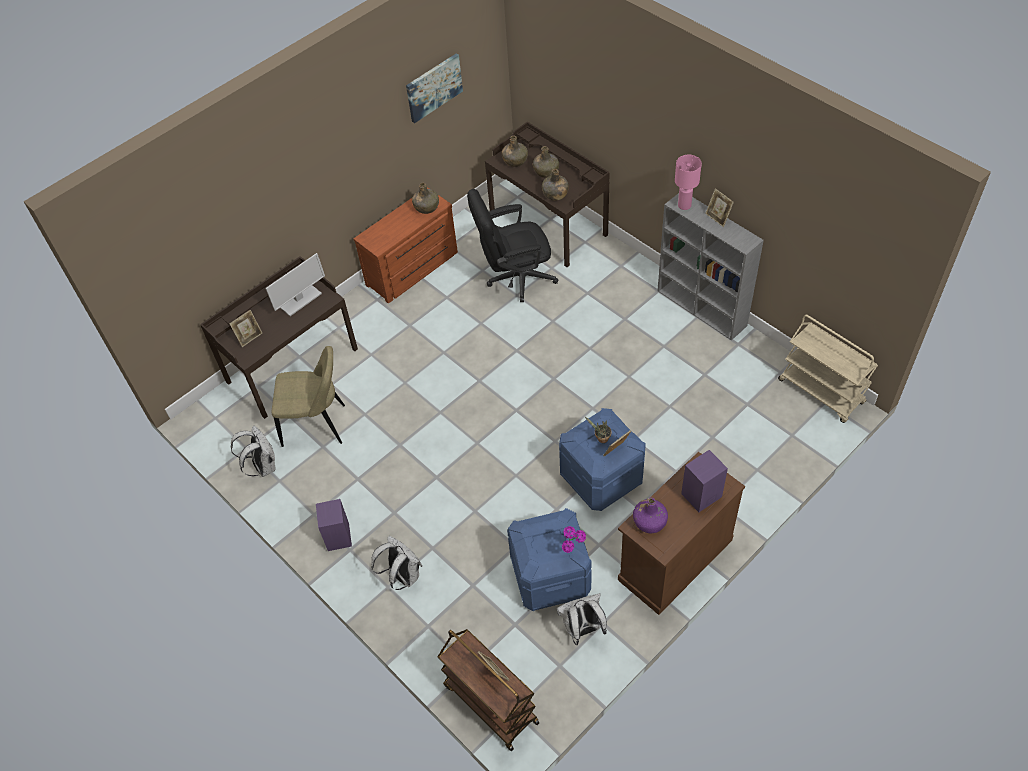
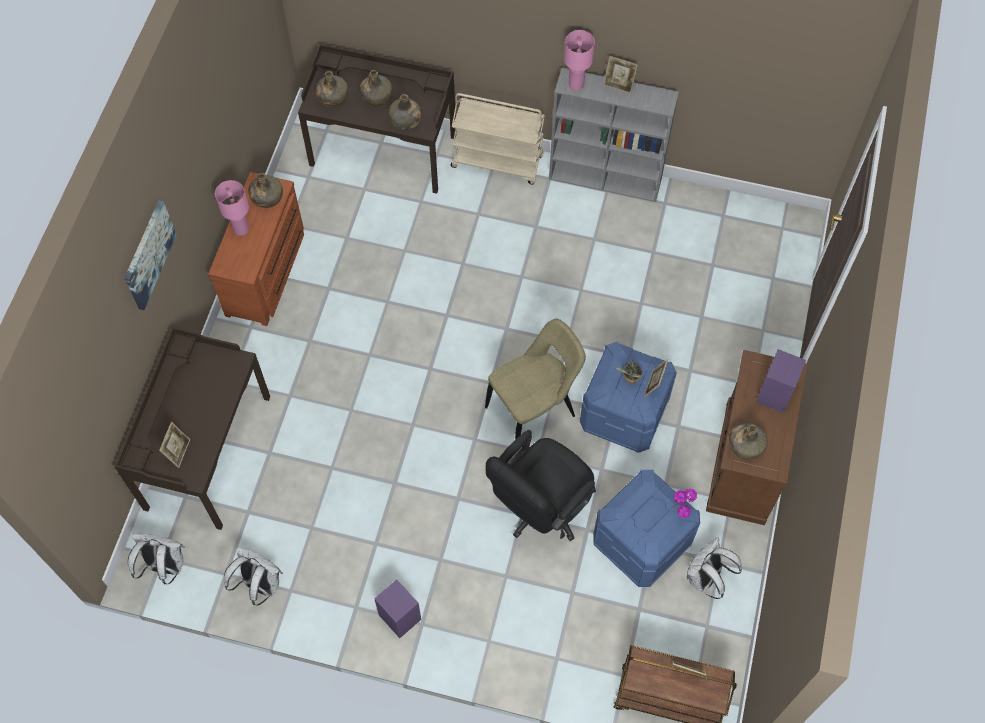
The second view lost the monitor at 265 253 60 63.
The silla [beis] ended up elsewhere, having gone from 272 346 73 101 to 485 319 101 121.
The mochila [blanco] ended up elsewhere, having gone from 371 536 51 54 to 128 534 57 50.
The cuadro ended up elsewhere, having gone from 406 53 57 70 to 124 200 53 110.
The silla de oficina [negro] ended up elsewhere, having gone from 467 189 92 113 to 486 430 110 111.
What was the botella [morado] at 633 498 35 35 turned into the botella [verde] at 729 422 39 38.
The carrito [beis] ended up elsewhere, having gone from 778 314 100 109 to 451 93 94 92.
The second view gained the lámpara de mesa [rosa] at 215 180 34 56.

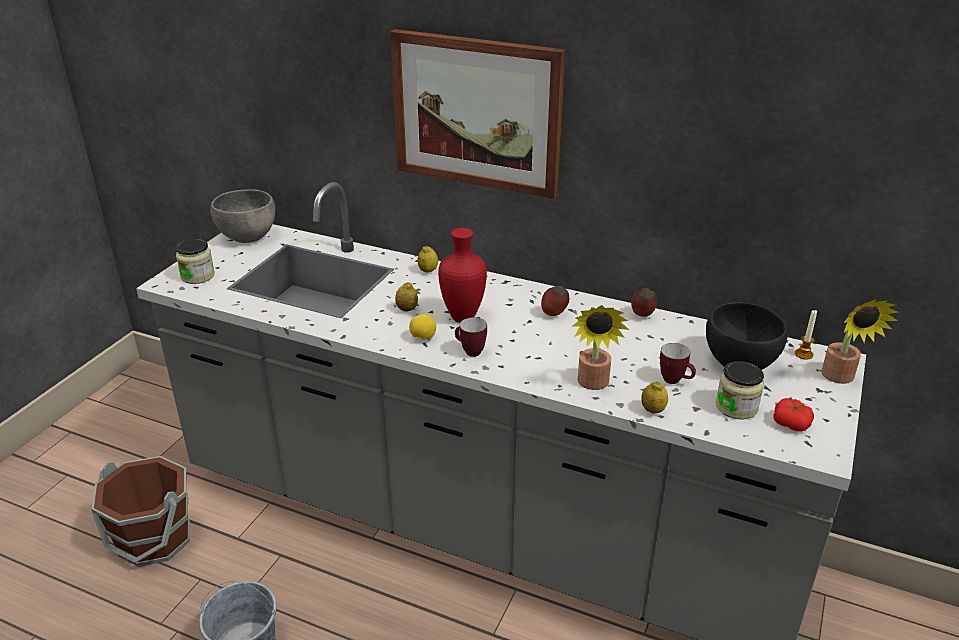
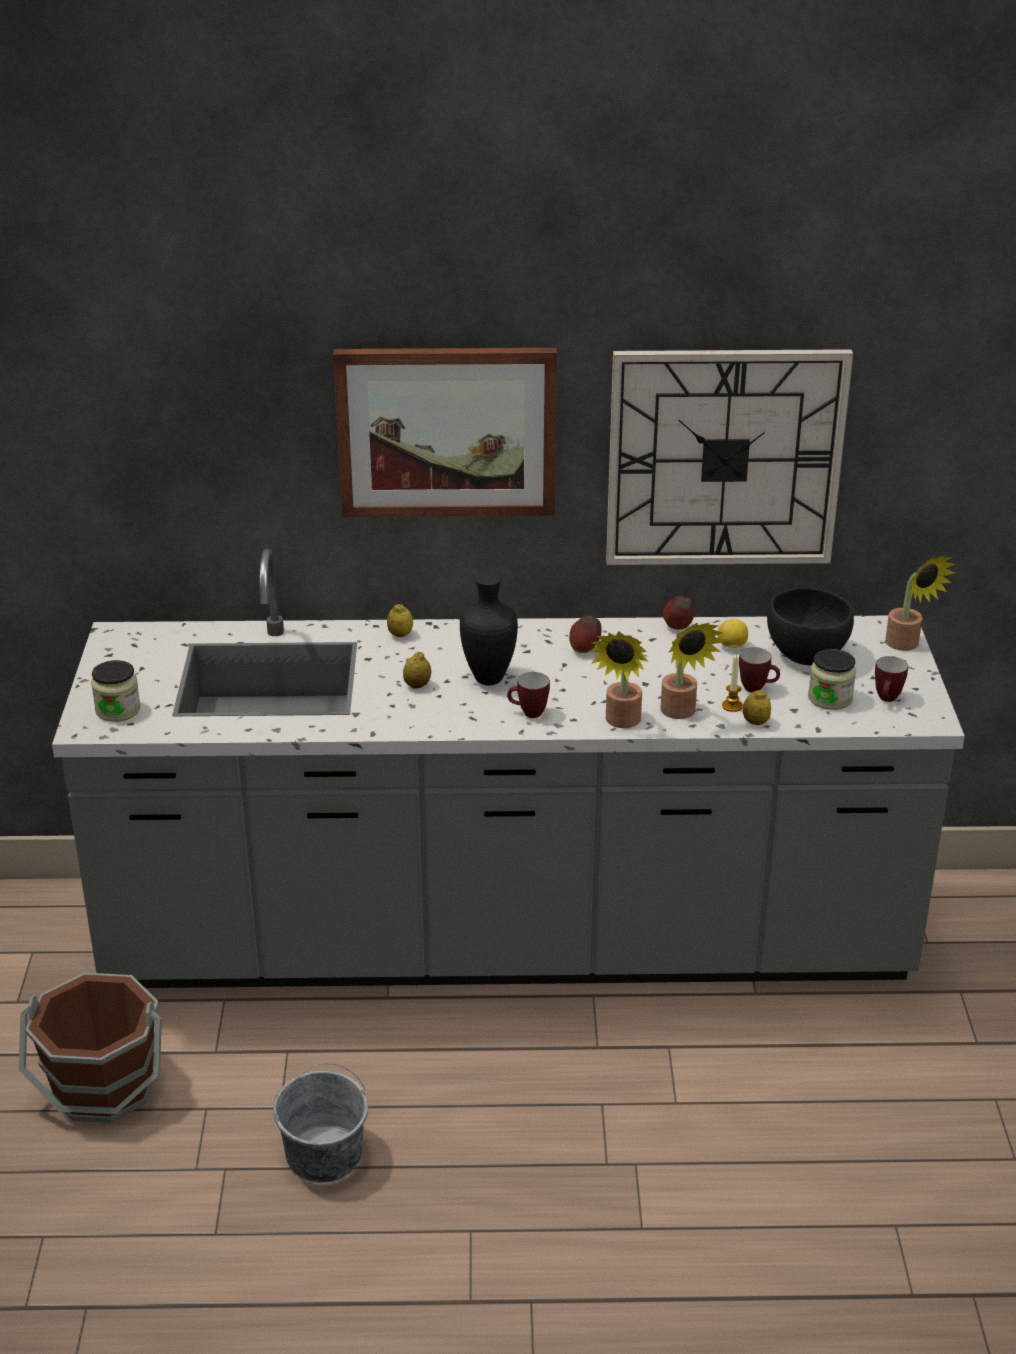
The second view lost the cuenco [gris] at 210 189 65 54.
The limón ended up elsewhere, having gone from 409 314 27 26 to 718 619 30 29.
What was the florero [rojo] at 438 228 49 95 turned into the florero [negro] at 460 572 58 113.
Where the tomate stood at 773 398 41 34, the taza grande came to stand at 875 656 33 46.
The vela ended up elsewhere, having gone from 795 310 22 50 to 722 654 21 58.
The second view gained the planta en maceta at 589 632 59 96.
The second view gained the reloj de pared at 606 349 247 216.

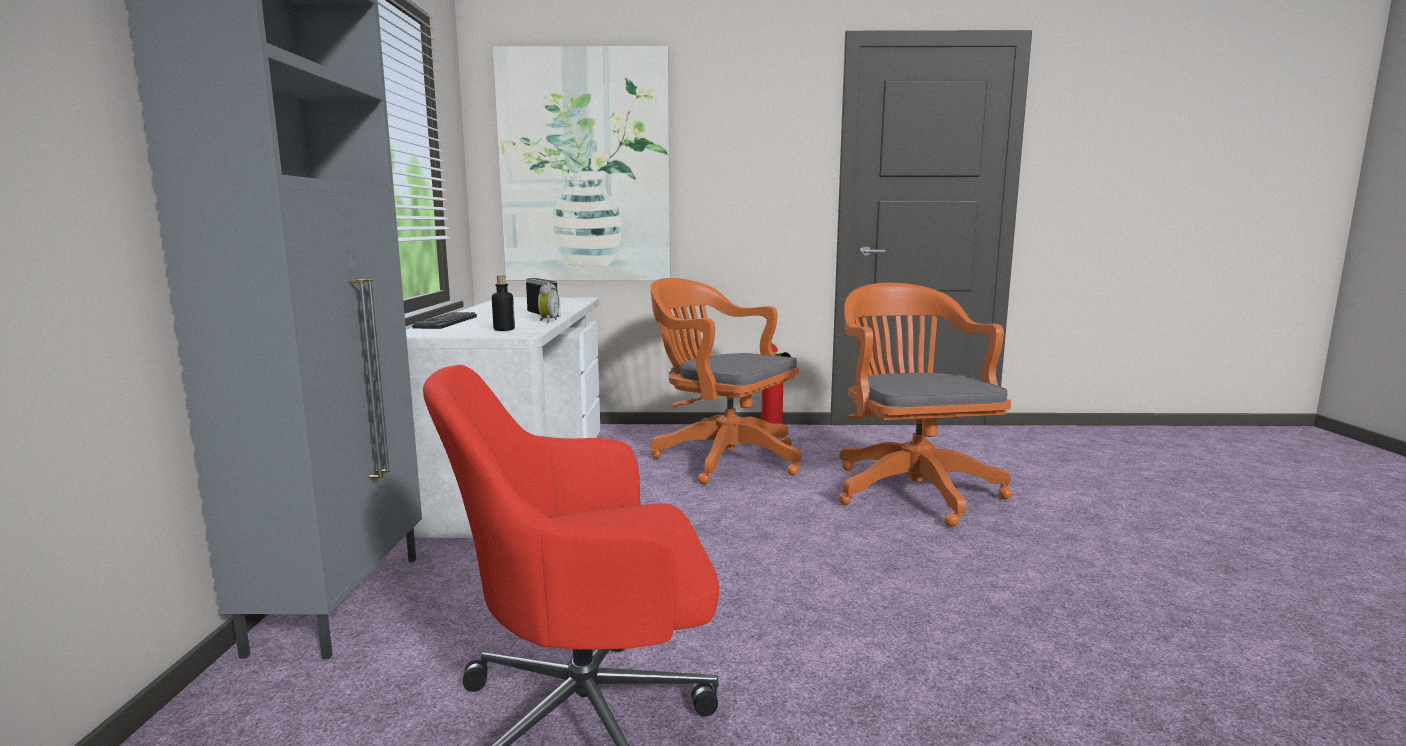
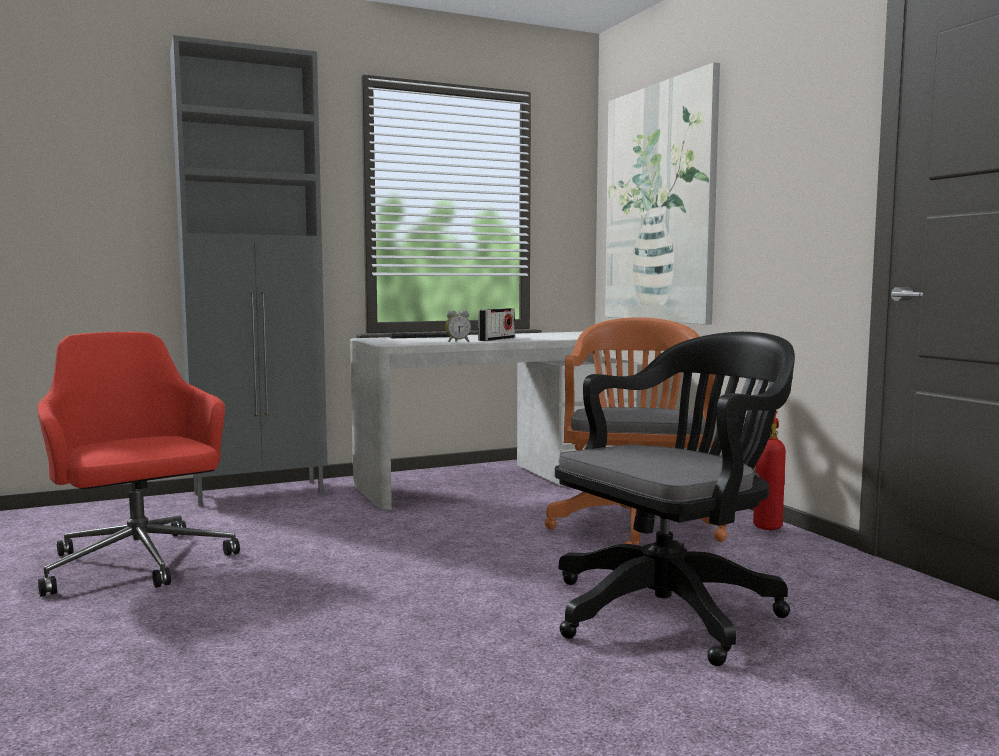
The second view lost the botella at 492 276 23 55.
What was the silla de oficina [naranja] at 839 283 173 244 turned into the silla de oficina [negro] at 555 332 240 334.

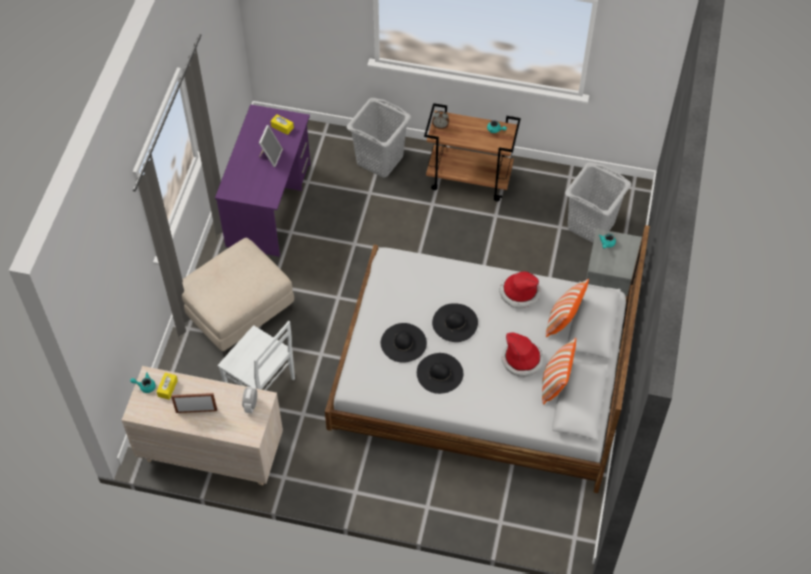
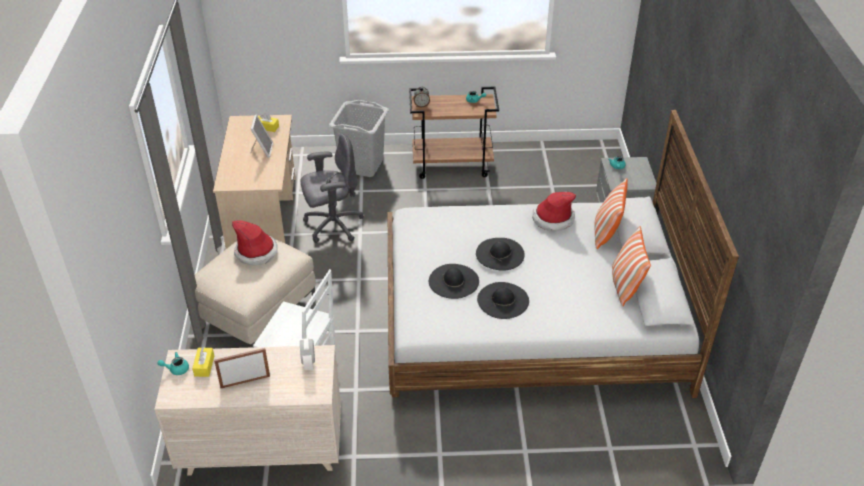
What was the escritorio [morado] at 215 104 96 153 turned into the escritorio [beis] at 213 115 83 134.
The sombrero ended up elsewhere, having gone from 501 332 43 45 to 232 220 46 46.
The second view lost the cesto de la ropa [gris] at 565 162 66 81.
The second view gained the silla de oficina [gris] at 300 134 64 109.

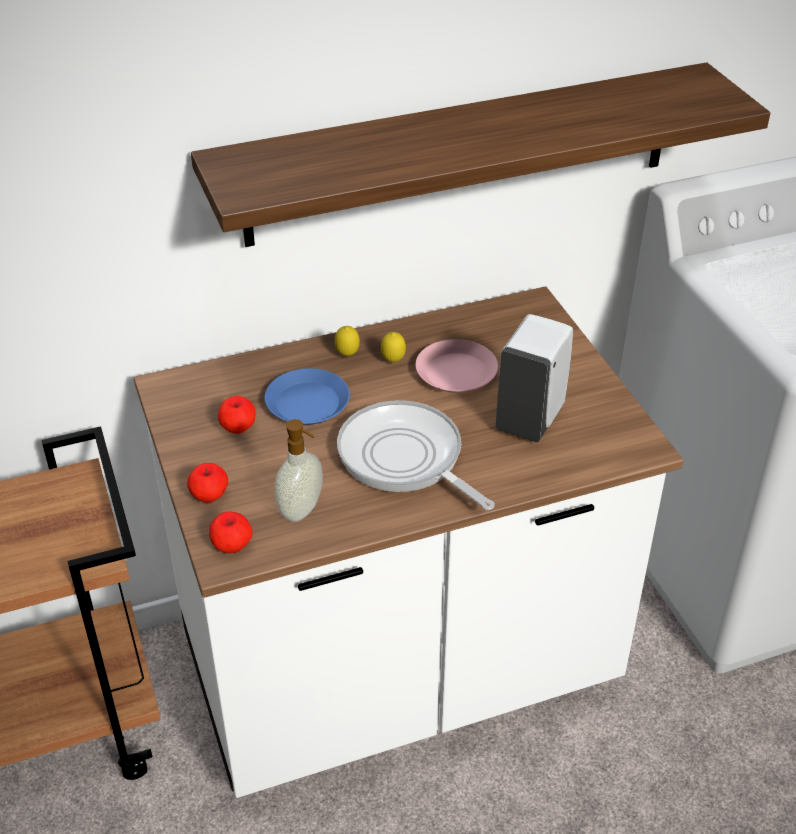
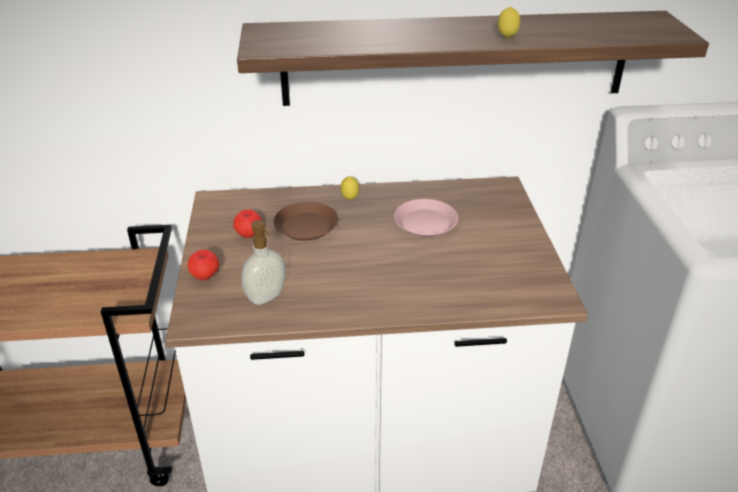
The second view lost the manzana at 209 511 43 43.
What was the plato [azul] at 265 368 85 57 turned into the plato [marrón] at 273 202 65 39.
The second view lost the sartén at 337 400 158 110.
The limón ended up elsewhere, having gone from 381 332 25 30 to 497 7 23 32.
The second view lost the dispensador de jabón [blanco] at 496 314 77 128.

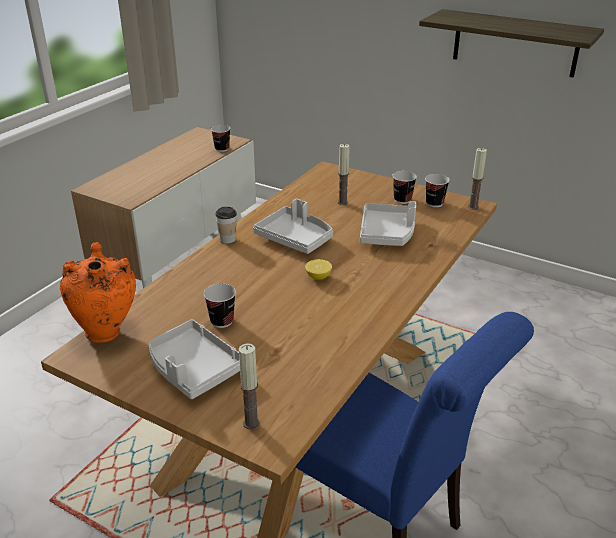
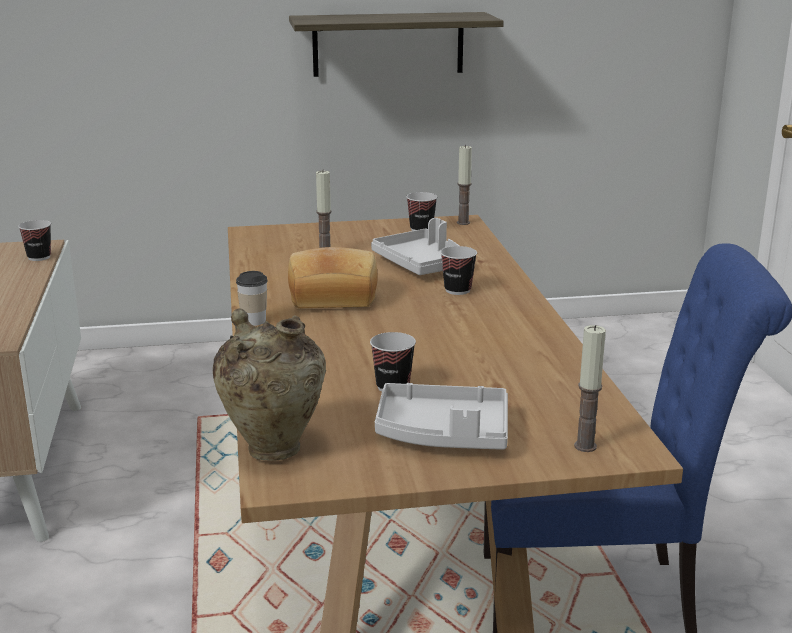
What was the florero [naranja] at 60 242 76 101 turned into the florero [beis] at 213 308 113 153.
Where the bandeja [gris] stood at 253 199 80 55, the pan came to stand at 288 247 90 61.
The second view lost the limón at 305 259 27 21.
The taza ended up elsewhere, having gone from 392 171 25 33 to 440 246 37 49.

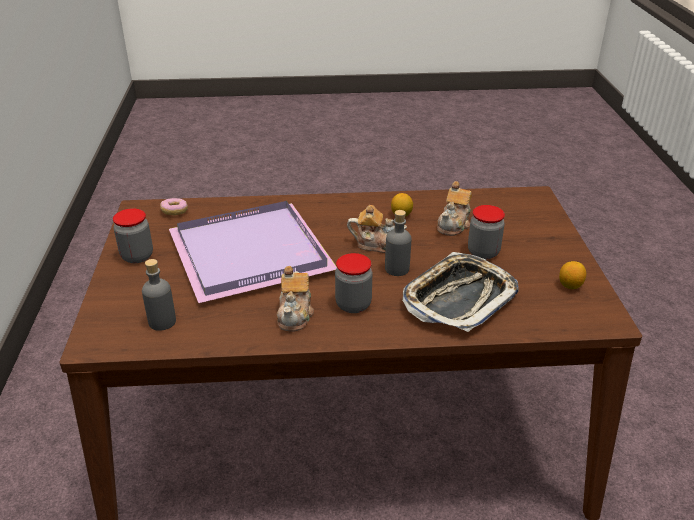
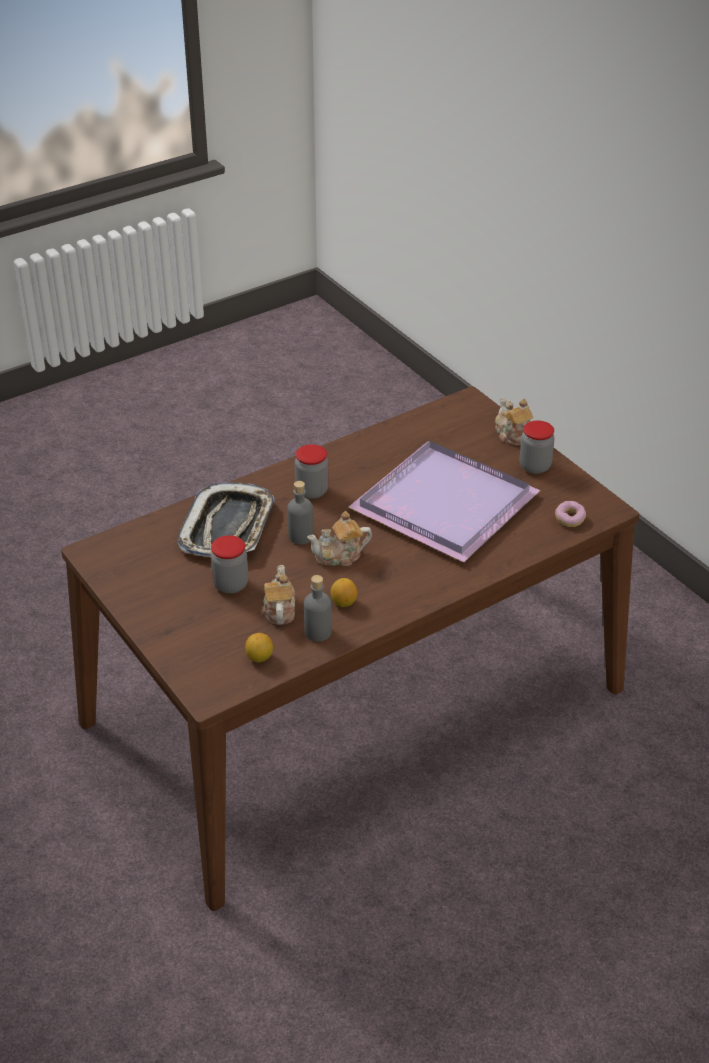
The botella [gris] ended up elsewhere, having gone from 142 259 34 72 to 304 575 28 67.
The tetera ended up elsewhere, having gone from 277 266 37 66 to 495 397 38 48.
The limón ended up elsewhere, having gone from 559 261 27 28 to 245 633 28 29.

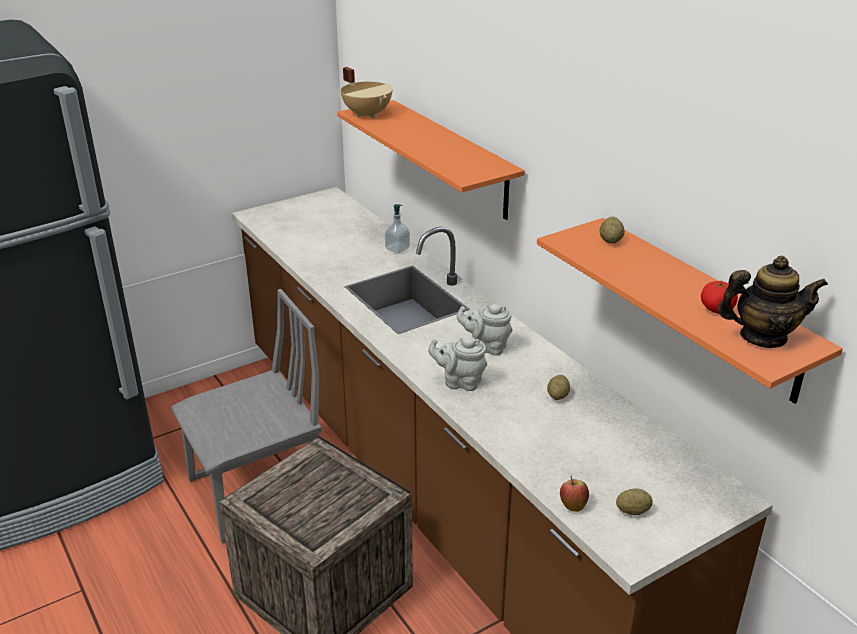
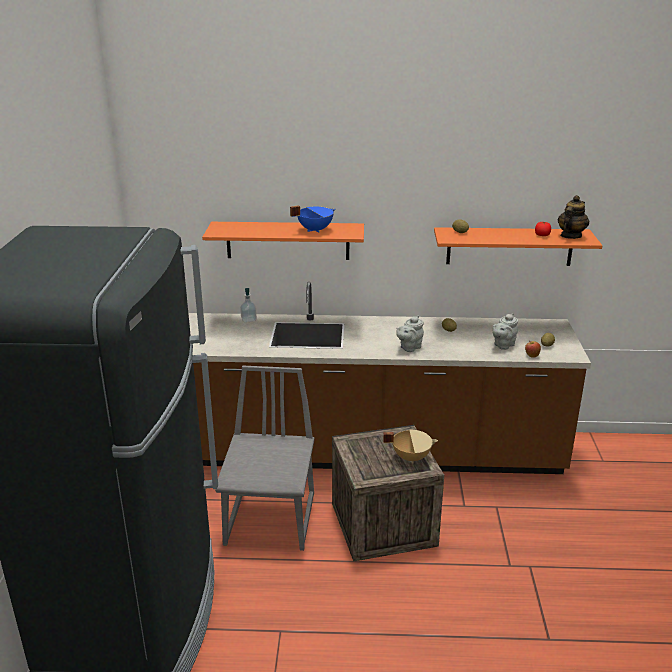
The olla [beis] ended up elsewhere, having gone from 340 67 53 51 to 383 430 55 34.
The tetera [gris] ended up elsewhere, having gone from 457 304 55 52 to 492 313 26 37.
The second view gained the olla [azul] at 290 205 45 28.

